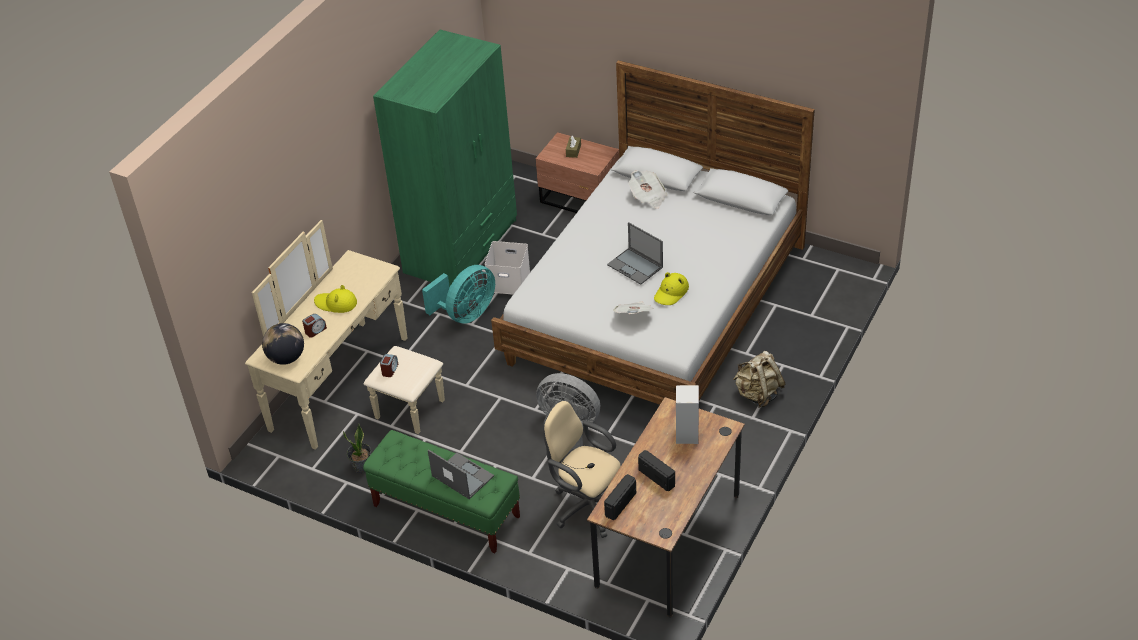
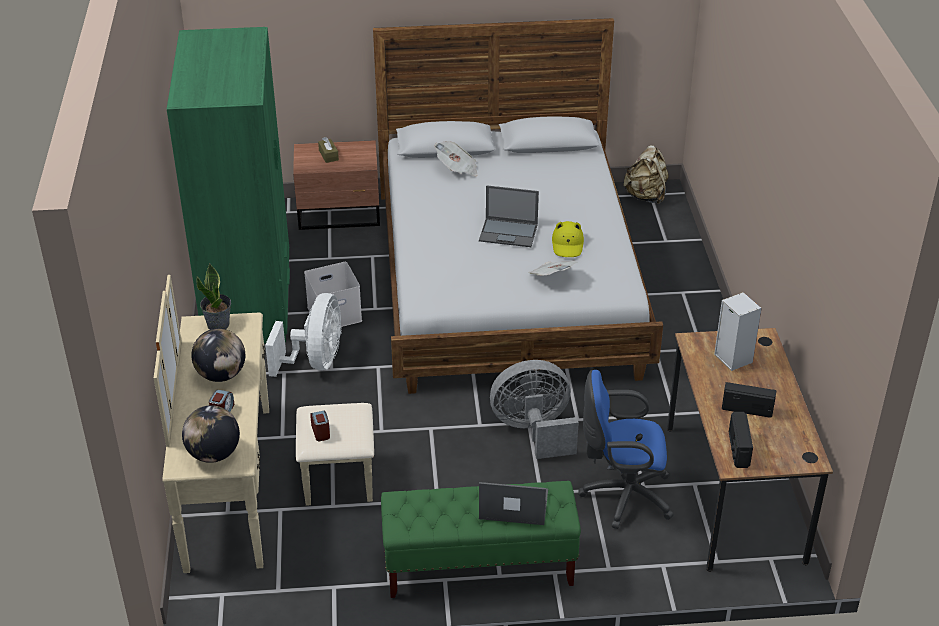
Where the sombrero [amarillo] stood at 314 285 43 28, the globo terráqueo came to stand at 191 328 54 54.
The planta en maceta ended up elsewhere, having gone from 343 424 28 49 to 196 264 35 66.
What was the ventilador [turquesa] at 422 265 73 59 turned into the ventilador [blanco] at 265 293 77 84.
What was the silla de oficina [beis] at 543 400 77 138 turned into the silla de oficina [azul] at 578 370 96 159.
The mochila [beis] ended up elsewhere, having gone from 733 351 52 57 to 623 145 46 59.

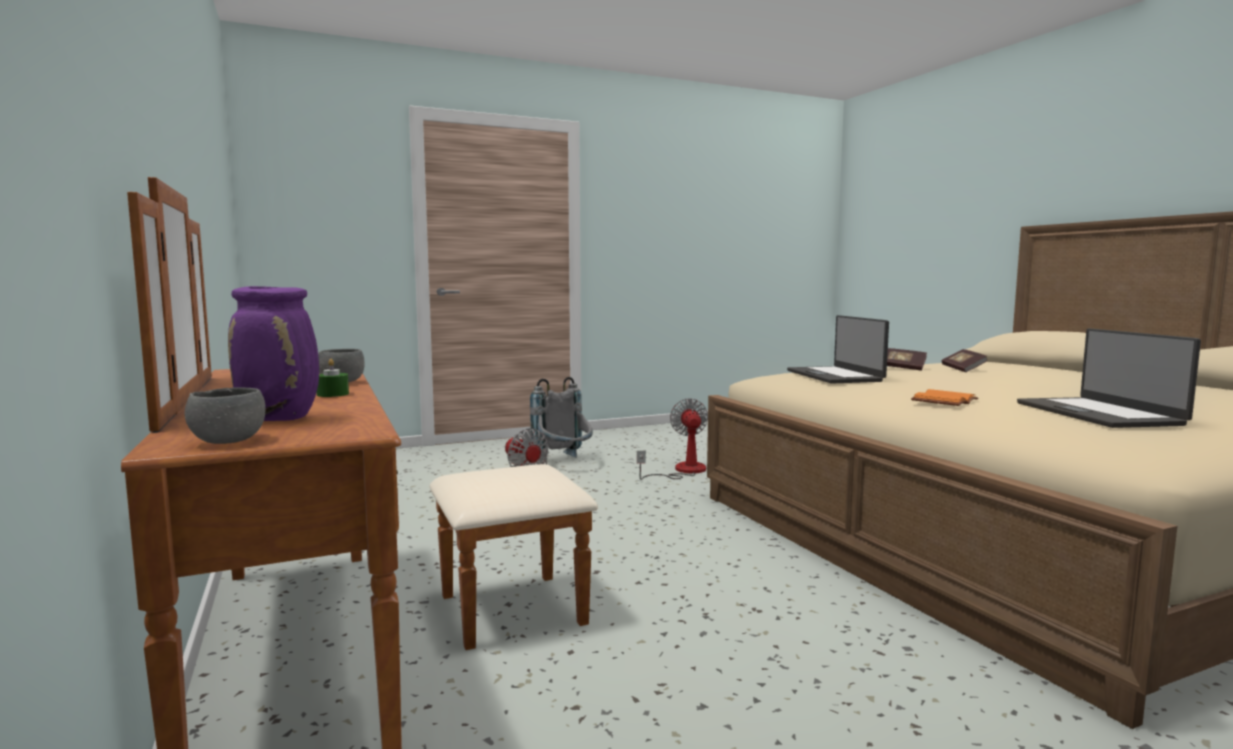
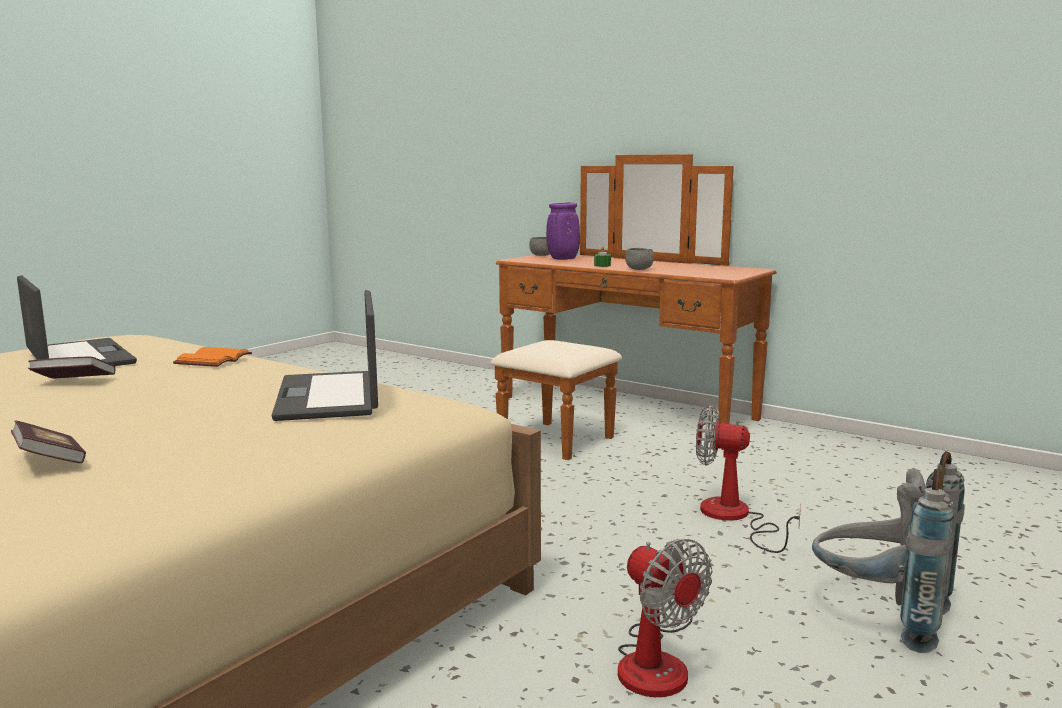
The portátil at 787 315 102 69 ended up facing another way, 150 degrees counterclockwise from before.
The libro ended up elsewhere, having gone from 887 348 40 23 to 28 357 88 22.

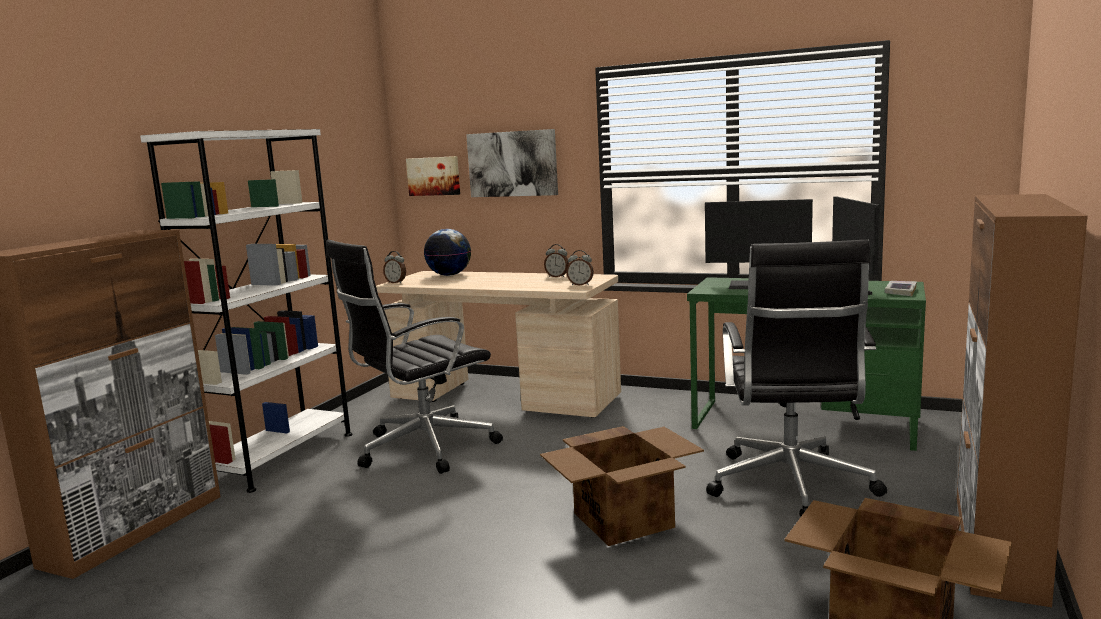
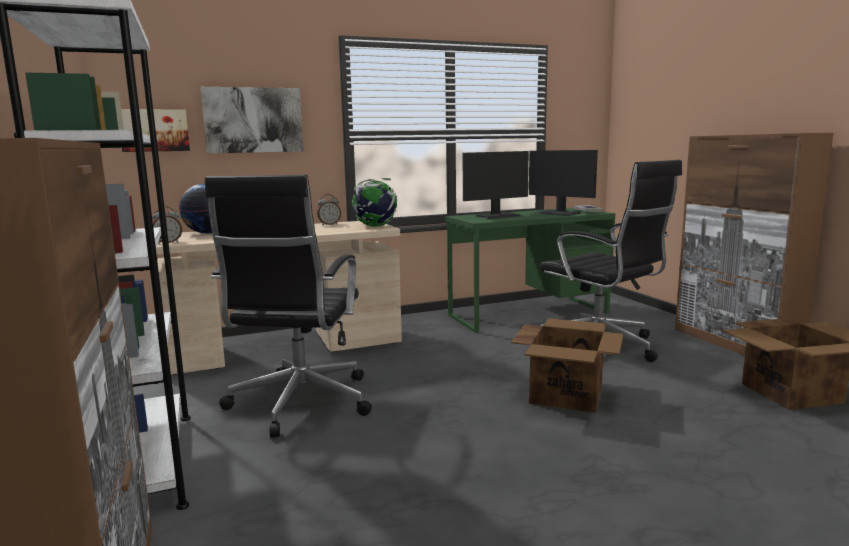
Where the despertador stood at 566 250 28 35, the globo terráqueo came to stand at 352 178 45 48.

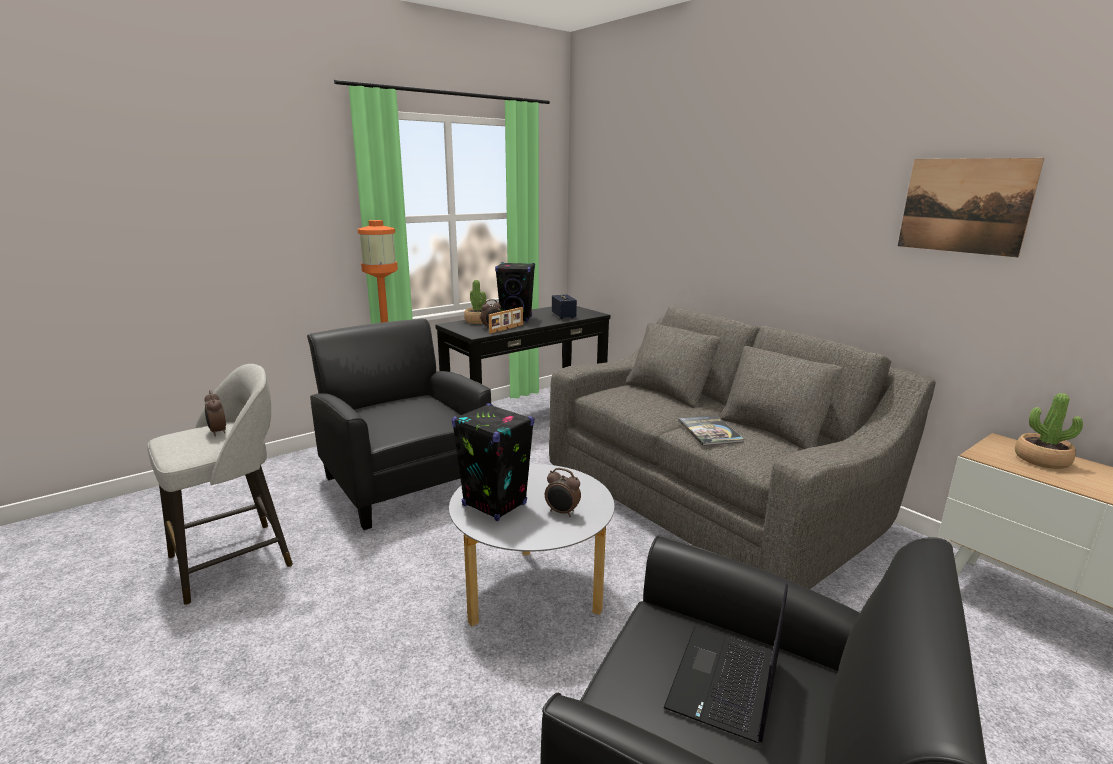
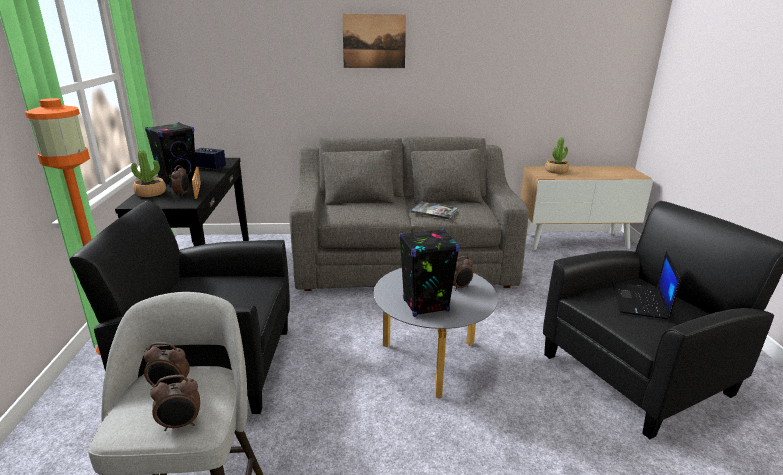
The portátil at 664 583 124 160 ended up facing another way, 45 degrees clockwise from before.
The cuadro ended up elsewhere, having gone from 898 158 146 99 to 342 14 64 54.
The second view gained the despertador at 150 375 50 56.

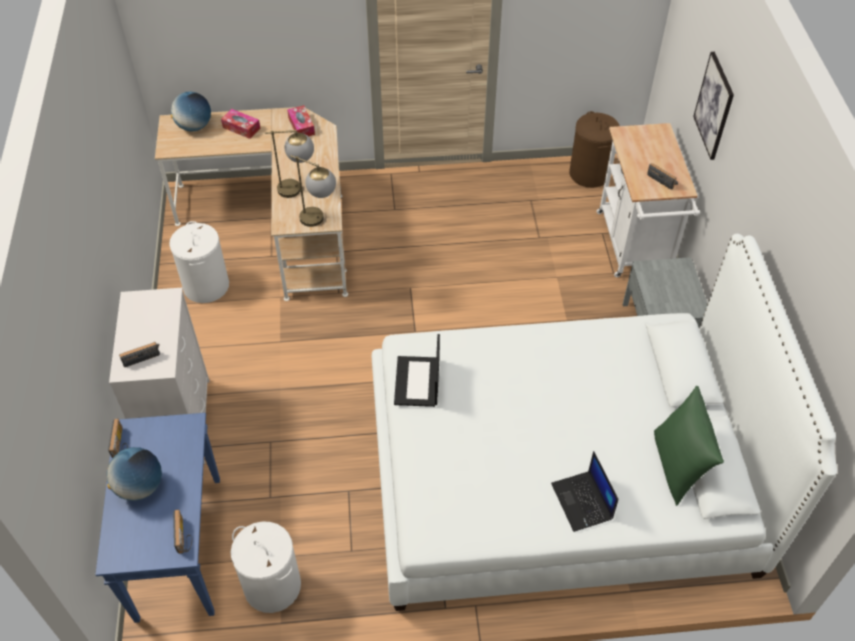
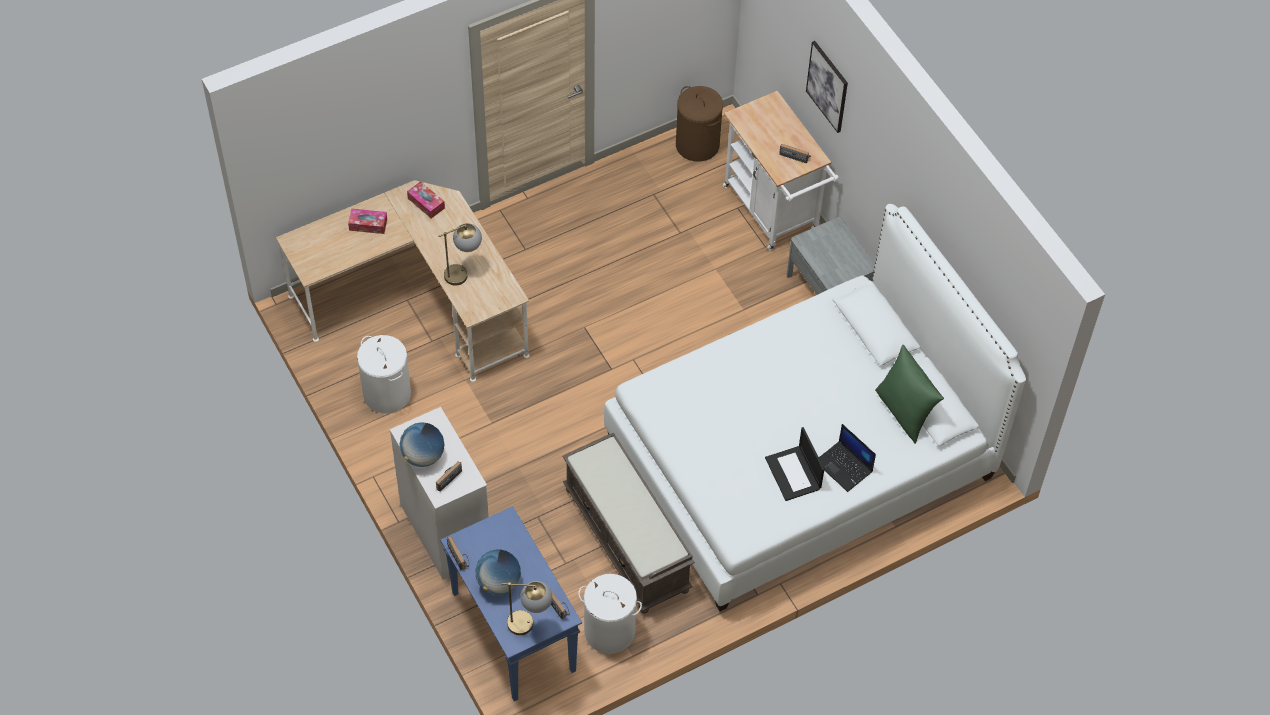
The globo terráqueo ended up elsewhere, having gone from 171 91 40 40 to 400 422 44 45.
The lámpara de mesa ended up elsewhere, having gone from 290 155 46 72 to 501 581 51 54.
The portátil ended up elsewhere, having gone from 394 334 46 73 to 765 427 59 74.
The second view gained the banco [marrón] at 562 433 133 180.

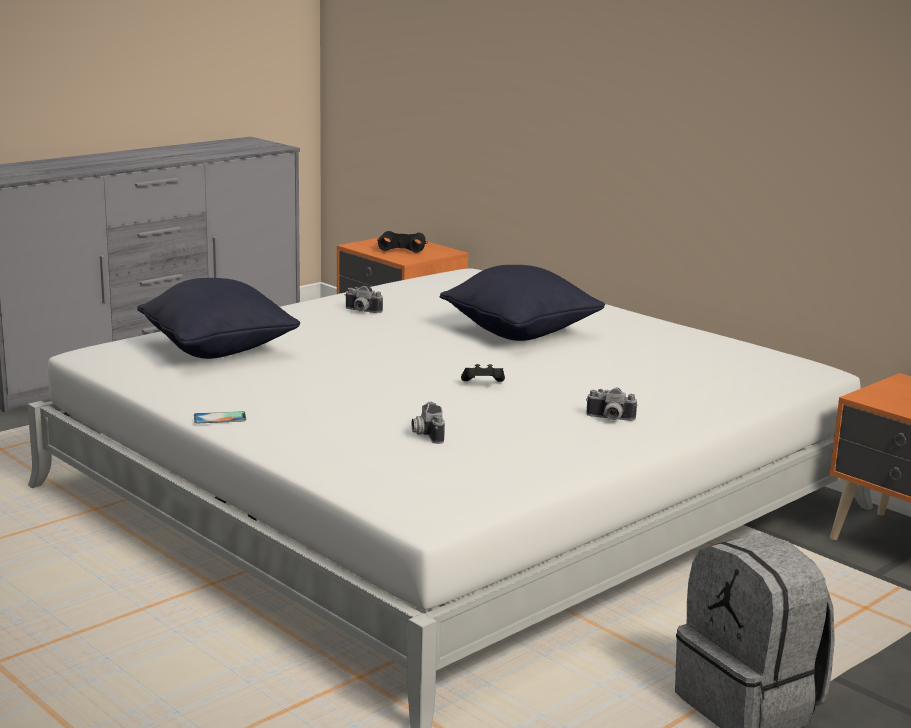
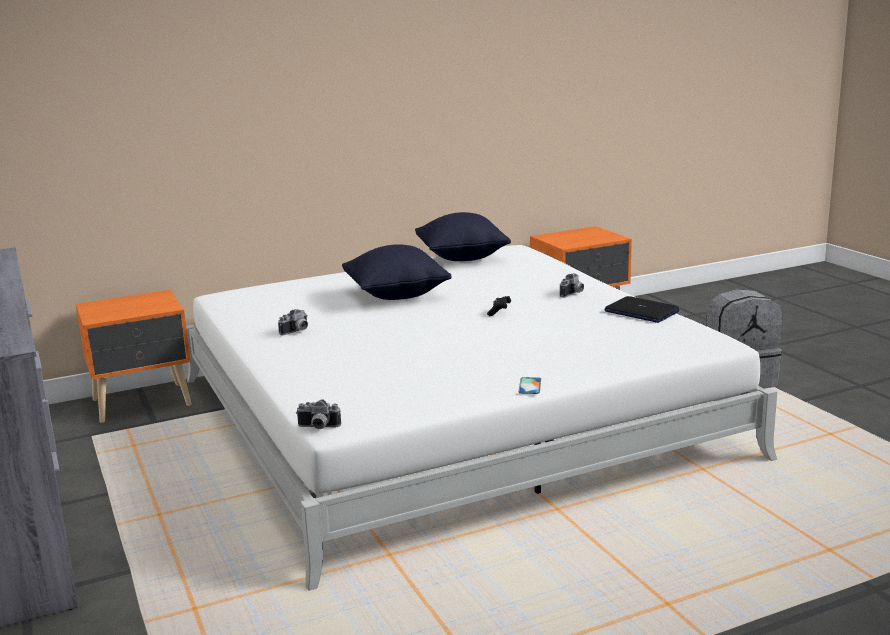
The cojín [negro] ended up elsewhere, having gone from 137 278 163 81 to 415 212 96 49.
The second view lost the prismáticos [negro] at 377 231 51 22.
The cámara ended up elsewhere, having gone from 412 402 33 42 to 296 399 45 30.
The second view gained the portátil at 605 296 75 27.

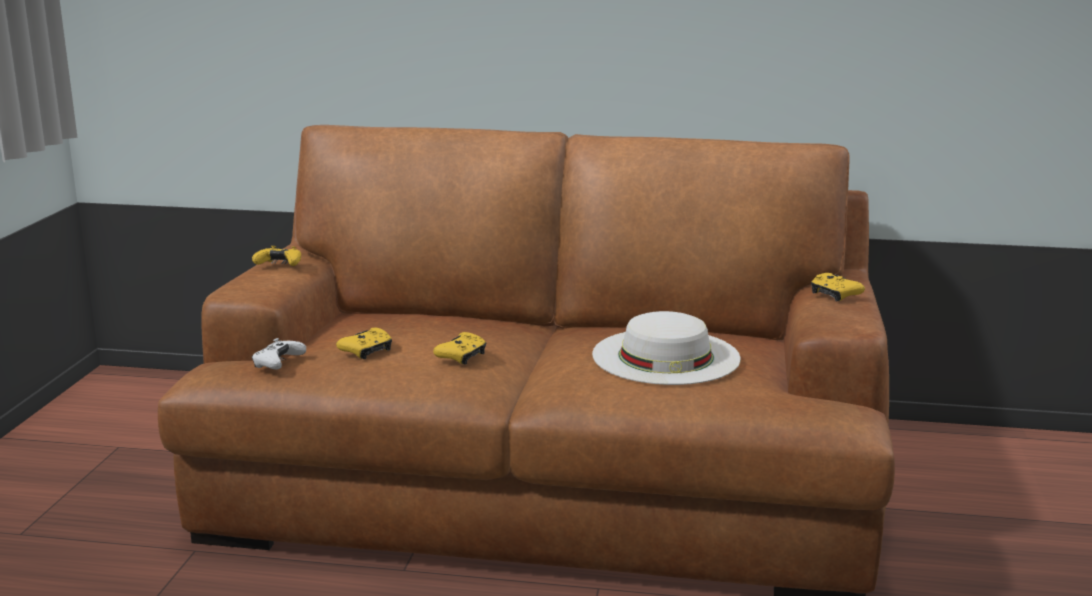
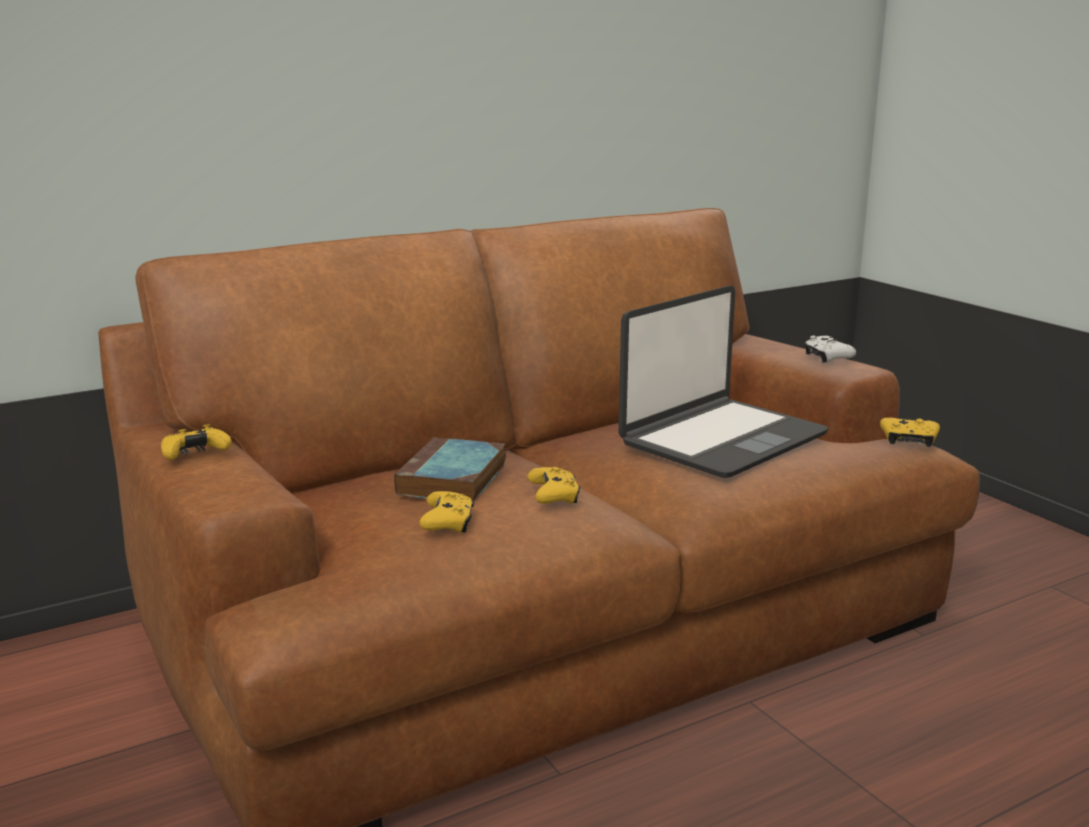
The mando de consola [blanco] ended up elsewhere, having gone from 252 338 54 32 to 804 335 52 28.
Where the sombrero [blanco] stood at 592 311 148 74, the portátil came to stand at 618 285 210 193.
The mando de consola [amarillo] ended up elsewhere, having gone from 811 273 54 28 to 880 417 60 30.
The second view gained the libro at 394 437 112 65.

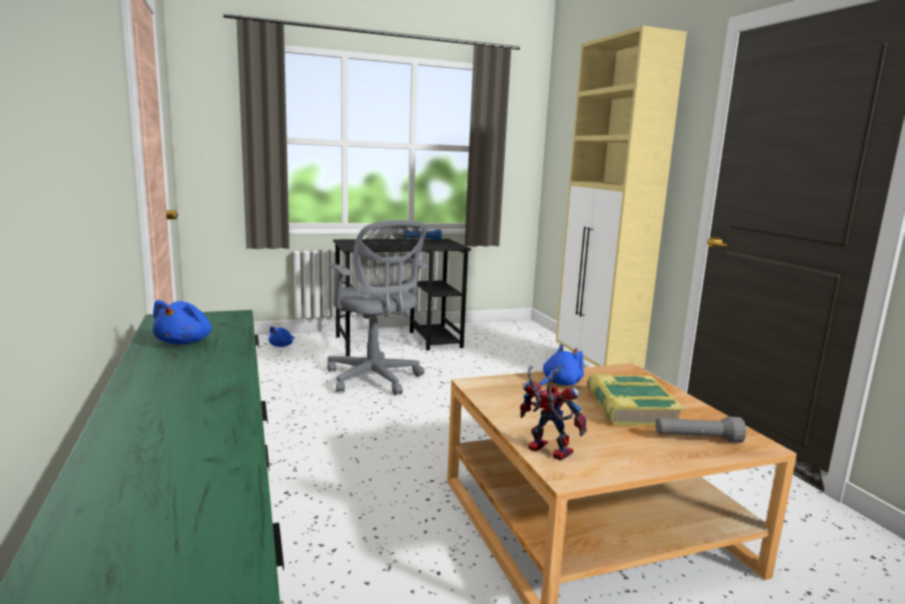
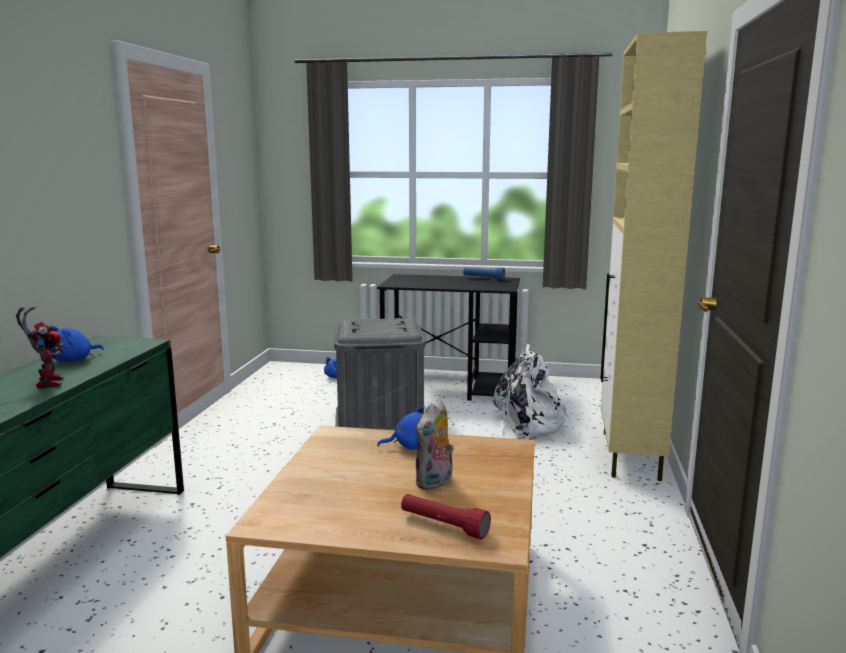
Where the silla de oficina [gris] stood at 327 220 102 175, the caja de almacenaje [gris] came to stand at 334 318 92 113.
The robot de juguete ended up elsewhere, having gone from 520 365 67 96 to 16 306 48 83.
Where the libro stood at 587 374 97 52, the peluche came to stand at 415 398 39 92.
What was the linterna [gris] at 656 417 90 26 turned into the linterna [rojo] at 401 494 90 46.
The second view gained the mochila [blanco] at 491 343 79 97.

